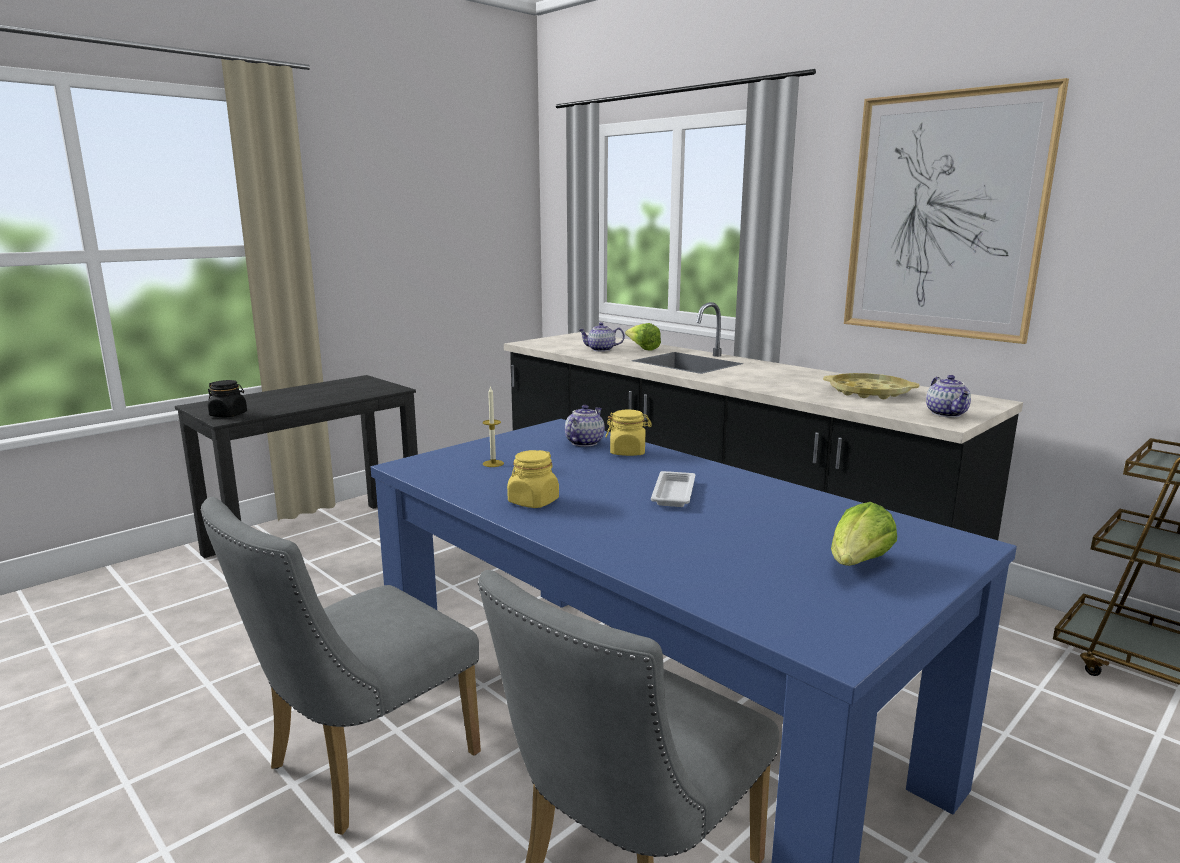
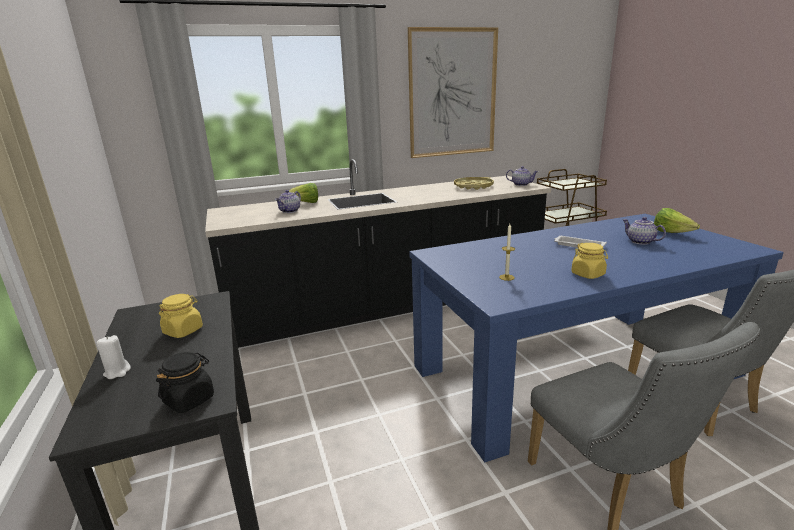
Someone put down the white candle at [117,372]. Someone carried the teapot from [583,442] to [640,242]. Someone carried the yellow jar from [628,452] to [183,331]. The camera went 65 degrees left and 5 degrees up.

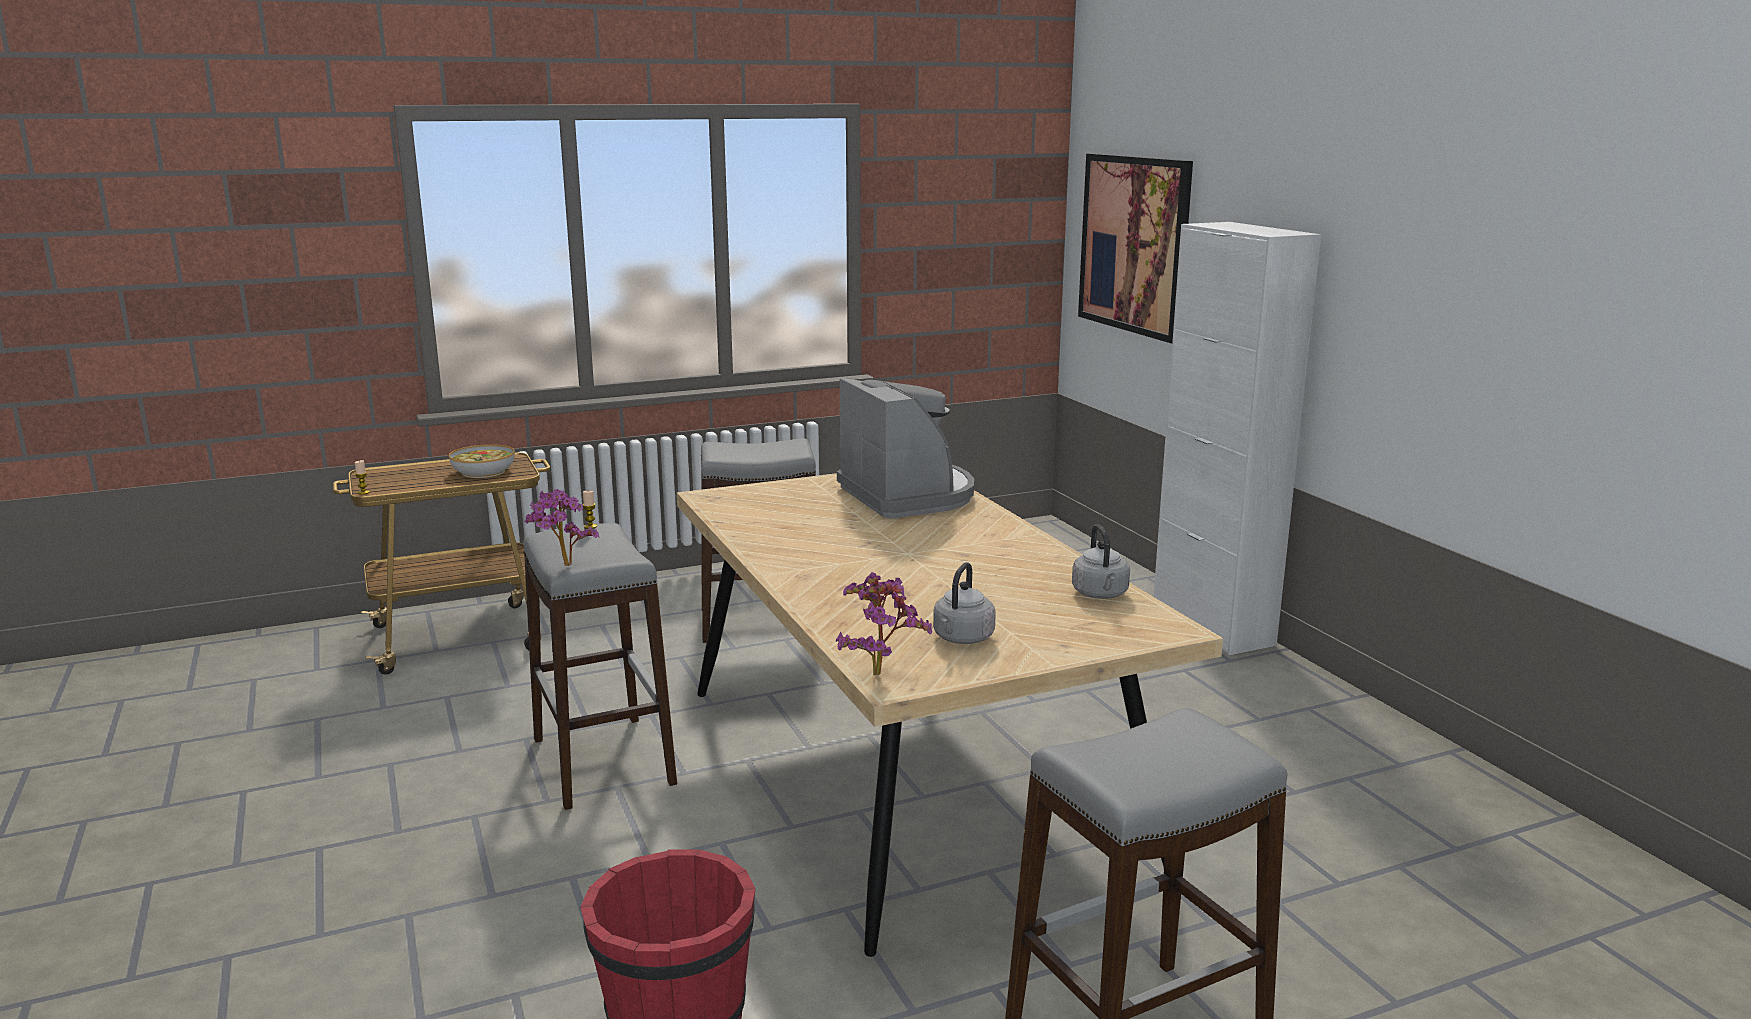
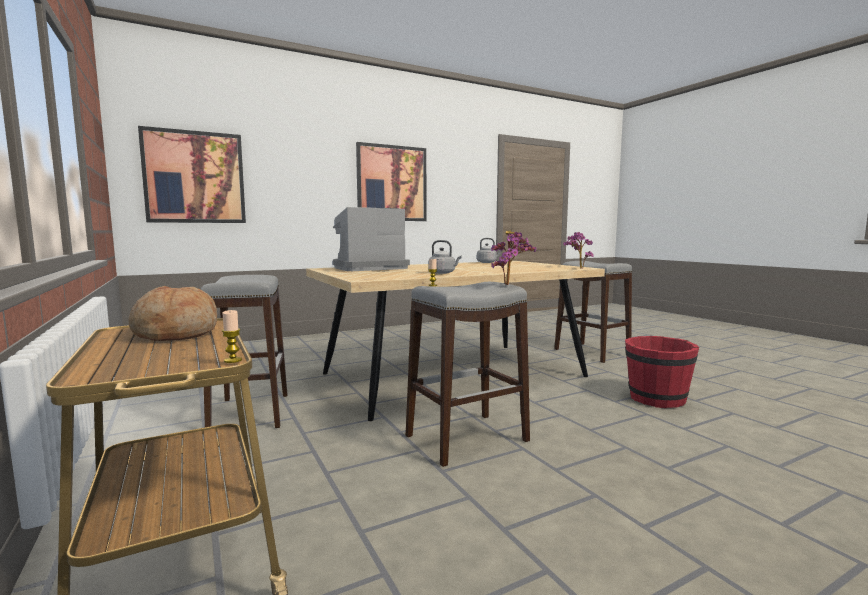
Someone took away the white cabinet at [1212,626]. Someone put up the picture at [392,183]. Someone carried the grey kettle from [962,639] to [443,273]. Someone swapped the bowl at [484,471] for the bread at [175,333]. The camera went 95 degrees left and 10 degrees down.

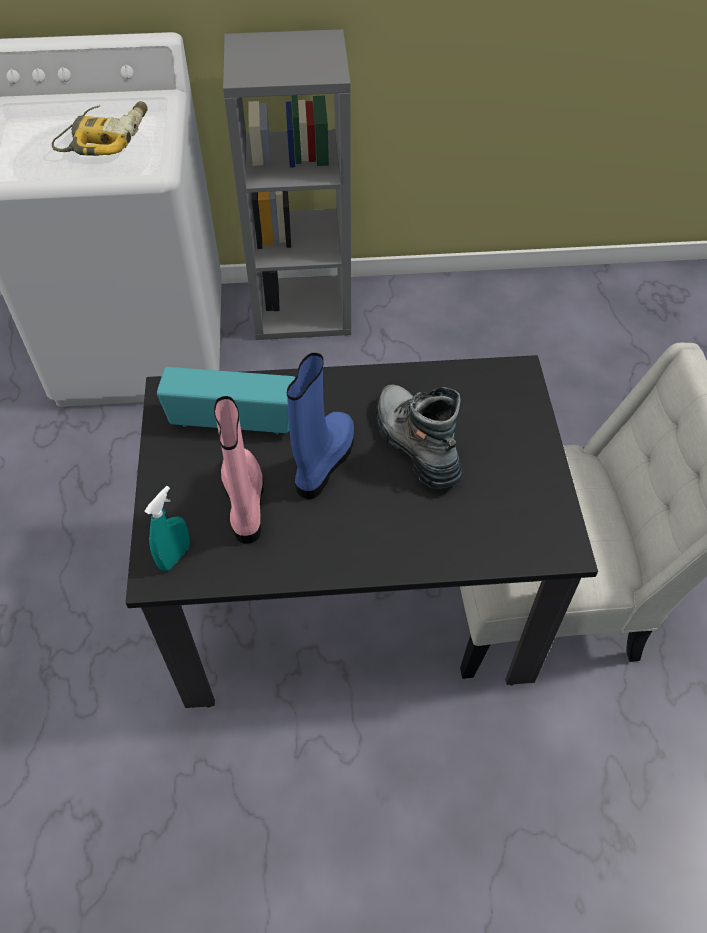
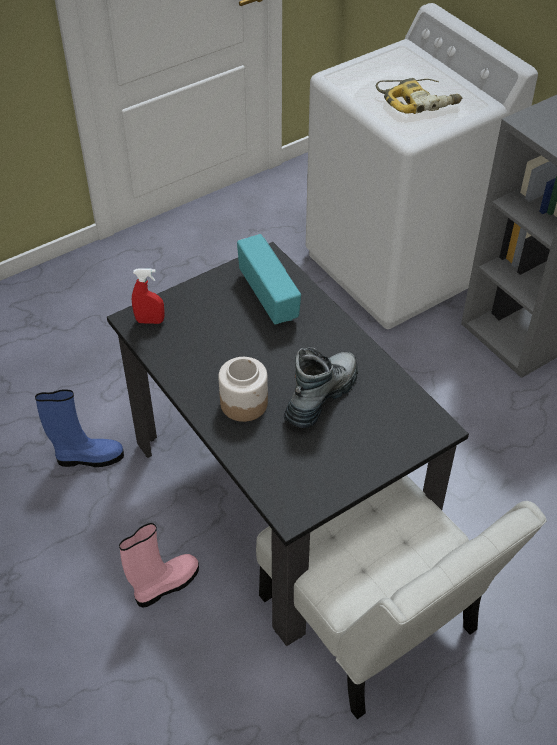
Someone put down the jar at [244,403]. Someone carried the pink boot from [244,502] to [165,585]. Someone carried the blue boot from [323,462] to [88,458]. Someone repainted the turquoise spray bottle at [175,556], which became the red spray bottle at [150,321]. The camera went 60 degrees right and 5 degrees down.

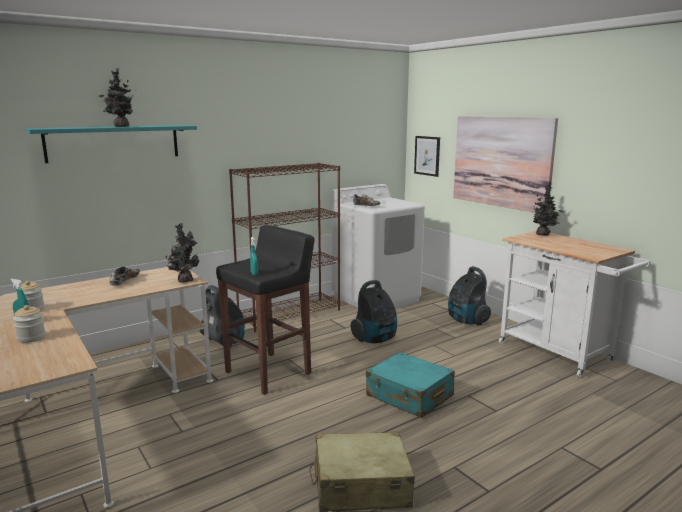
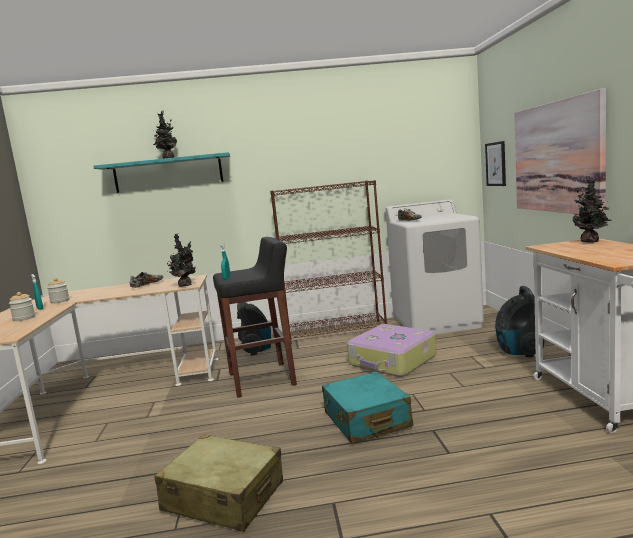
Someone swapped the vacuum cleaner at [375,339] for the suitcase at [392,361]. The camera went 30 degrees right and 5 degrees down.

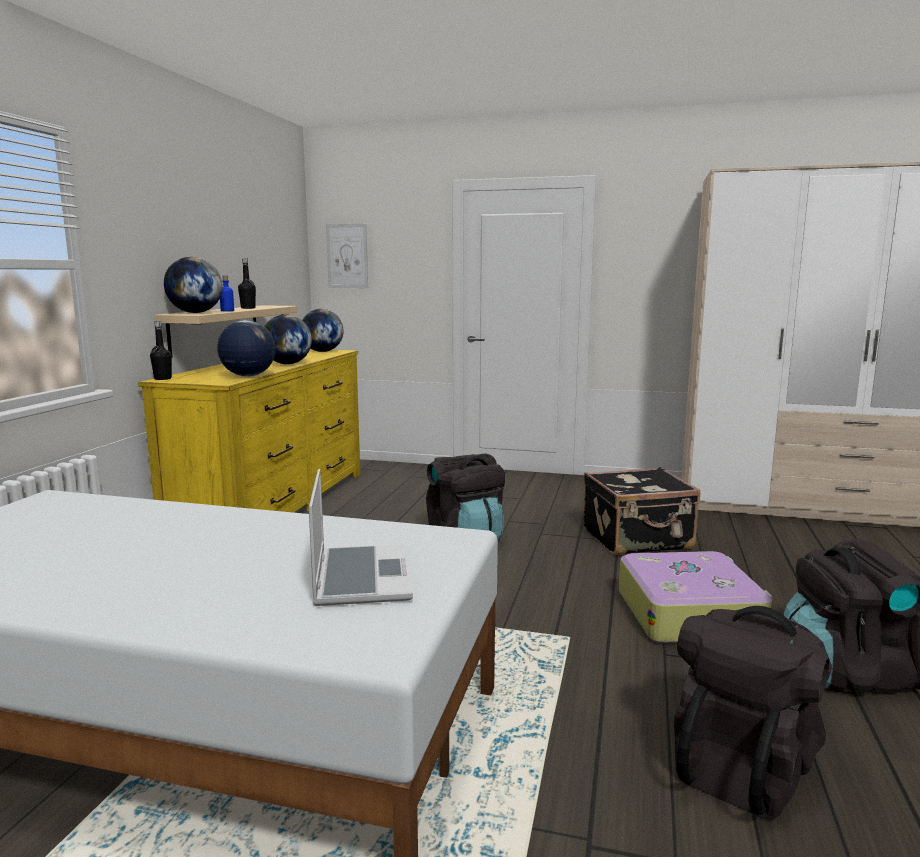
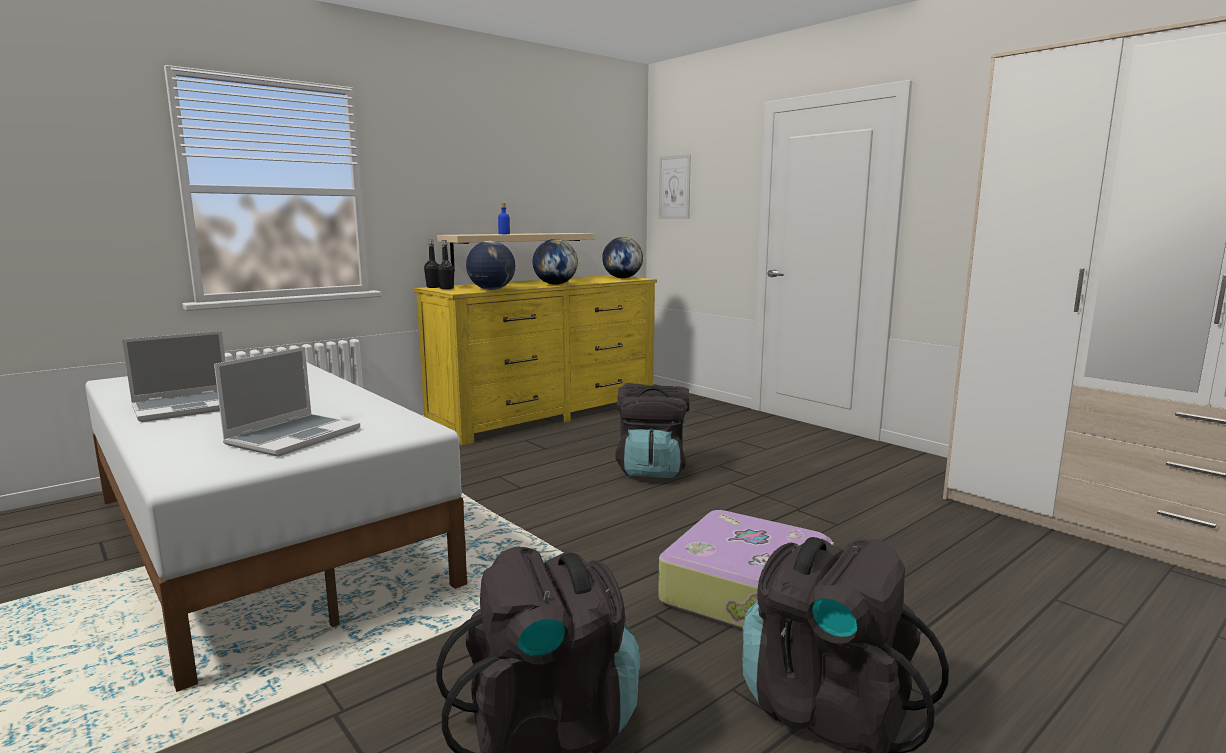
Someone took away the globe at [195,312]. Someone took away the black suitcase at [638,540]. Someone put down the laptop at [188,407]. Someone carried the black bottle from [248,308] to [446,288]. The camera went 35 degrees right and 0 degrees up.

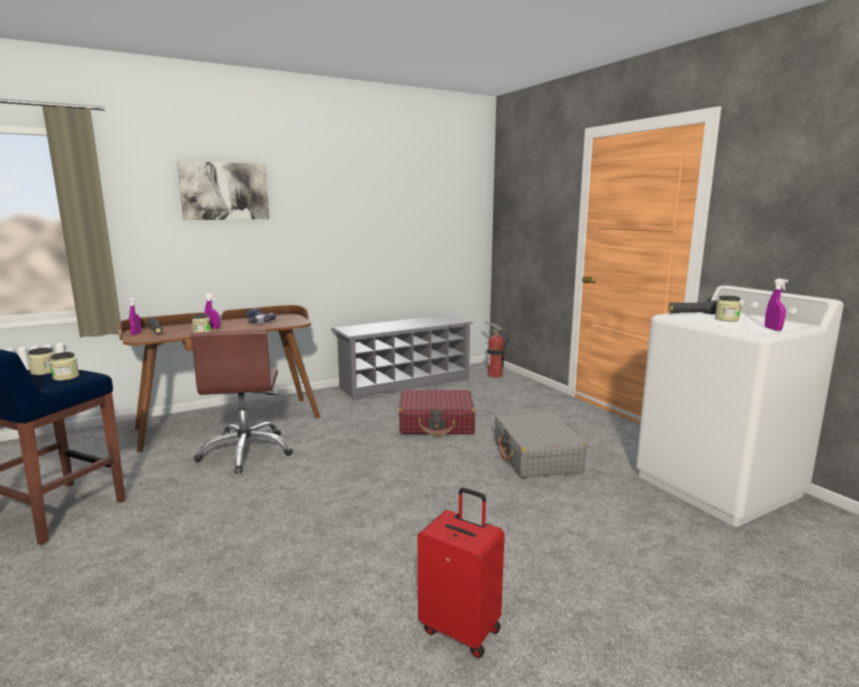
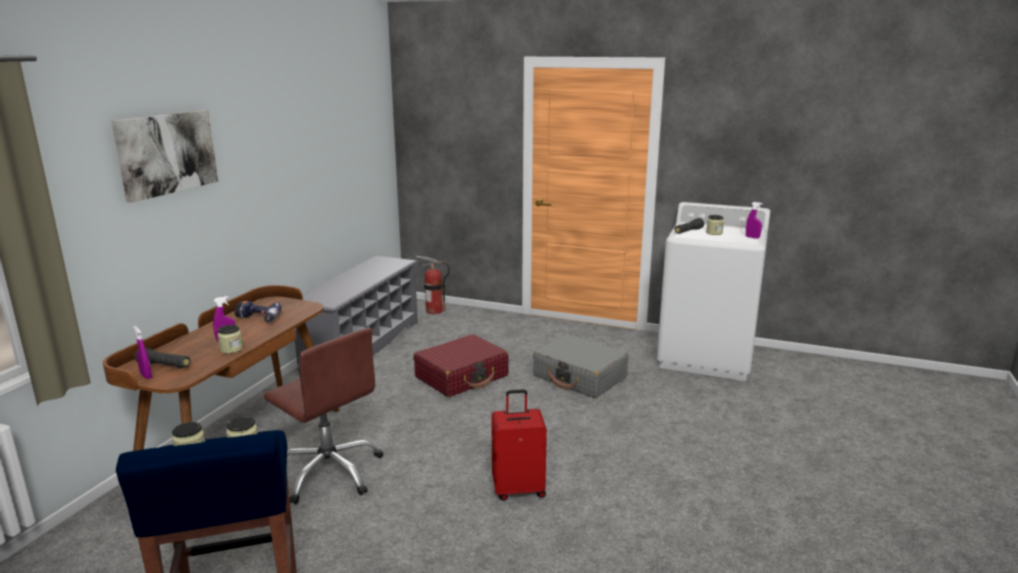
Someone carried the red suitcase from [461,629] to [518,489]. The camera went 40 degrees left and 5 degrees up.

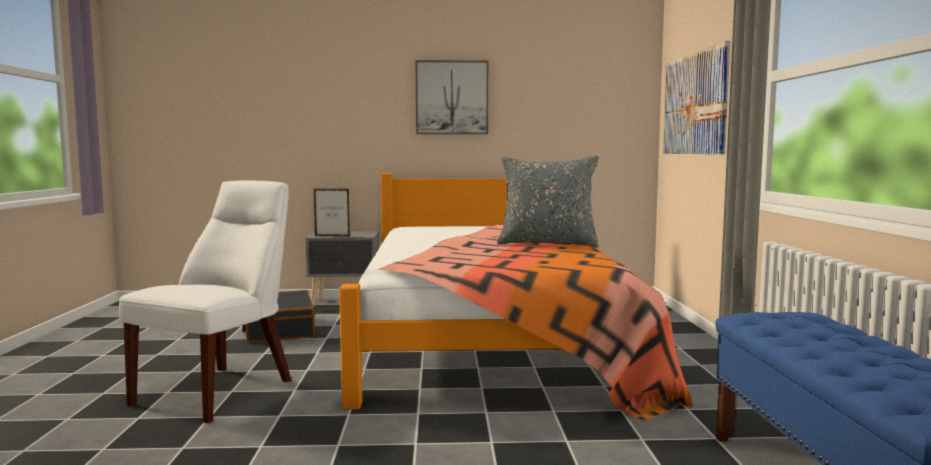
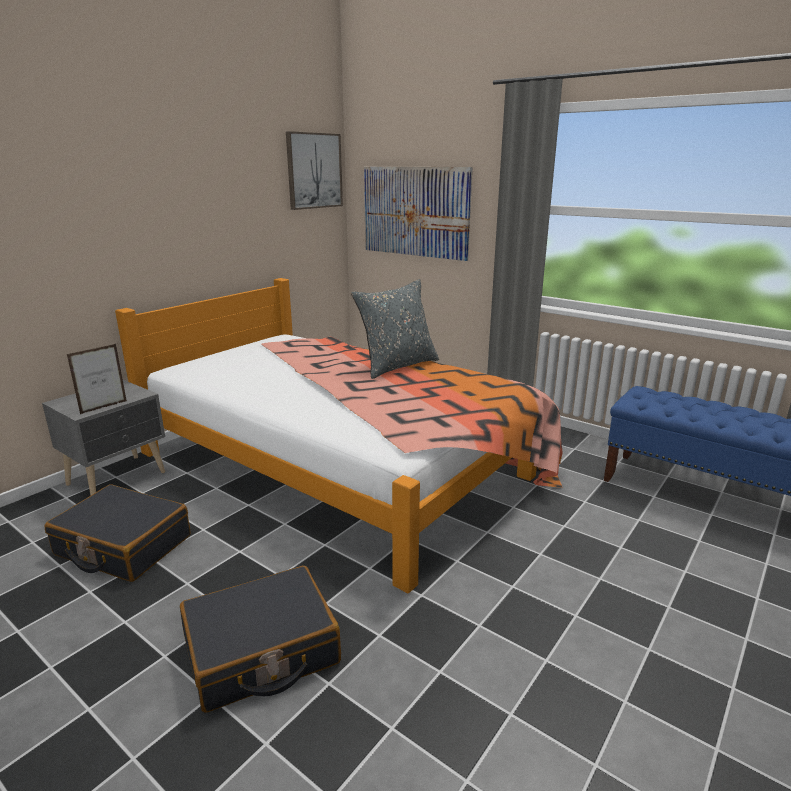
Someone carried the picture from [452,97] to [314,171]. Someone swapped the white chair at [220,390] for the black suitcase at [262,651]. The camera went 50 degrees left and 15 degrees up.

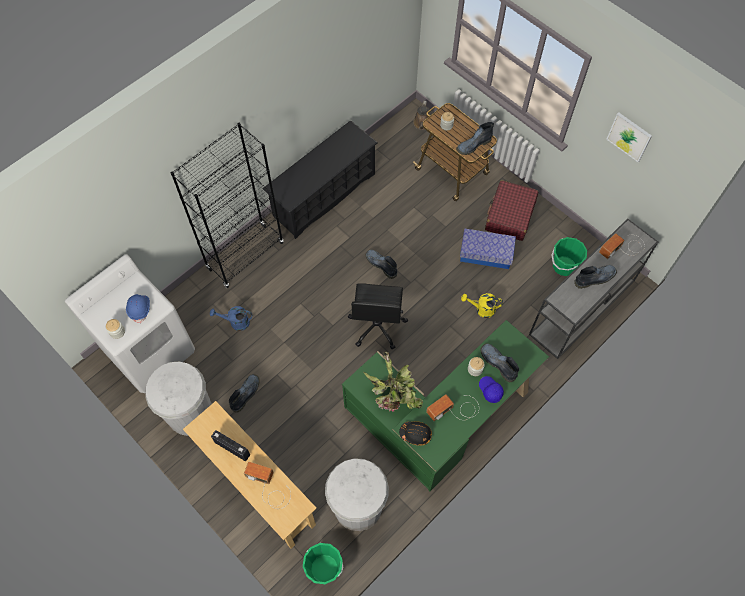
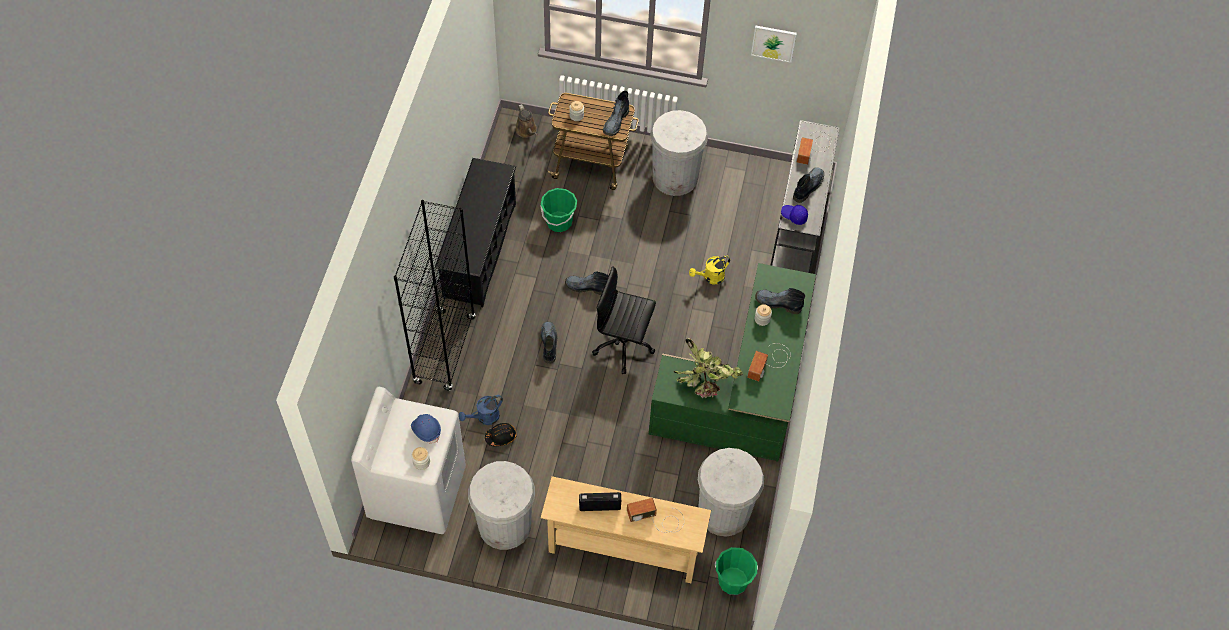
Someone took away the storage box at [486,254]. Someone carried the boot from [245,393] to [548,343]. Someone carried the black hard hat from [416,434] to [501,436]. Someone carried the blue cap from [490,390] to [794,216]. Someone carried the green bucket from [563,266] to [559,222]. Someone swapped the red suitcase at [509,215] for the white trash can at [675,177]. Someone rotated the black office chair at [377,325] by 135 degrees clockwise. The camera went 35 degrees left and 5 degrees down.

